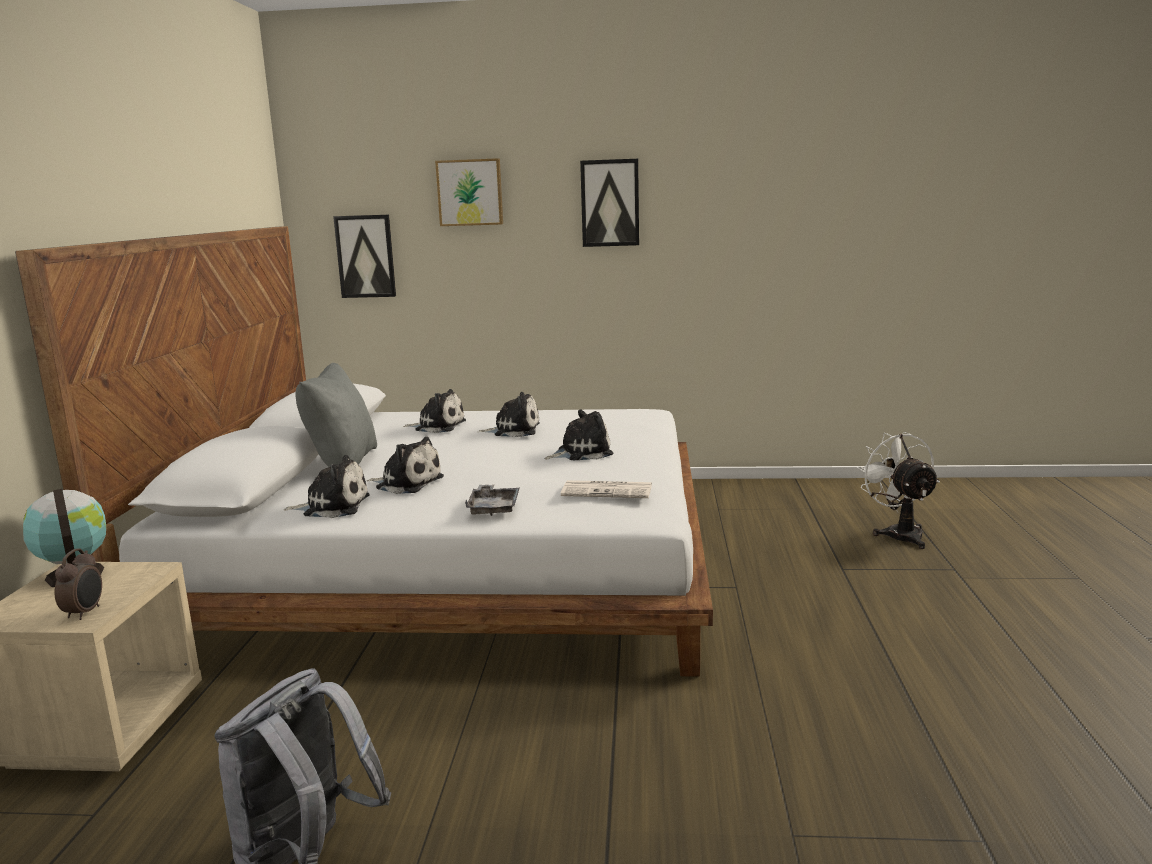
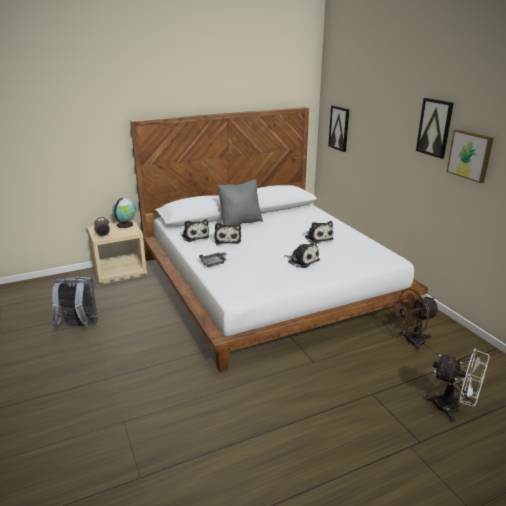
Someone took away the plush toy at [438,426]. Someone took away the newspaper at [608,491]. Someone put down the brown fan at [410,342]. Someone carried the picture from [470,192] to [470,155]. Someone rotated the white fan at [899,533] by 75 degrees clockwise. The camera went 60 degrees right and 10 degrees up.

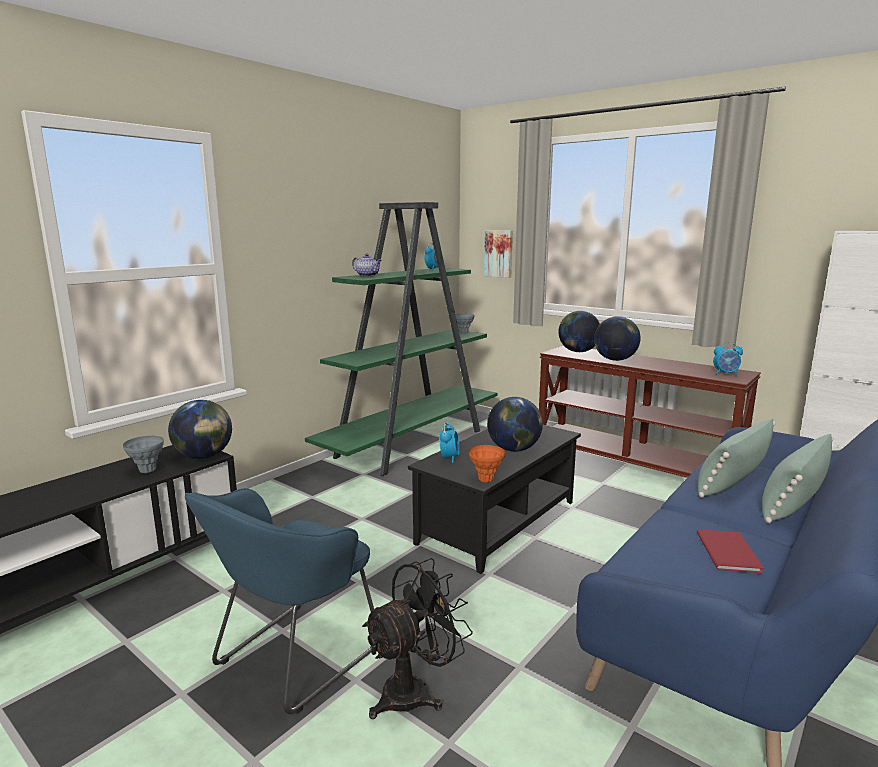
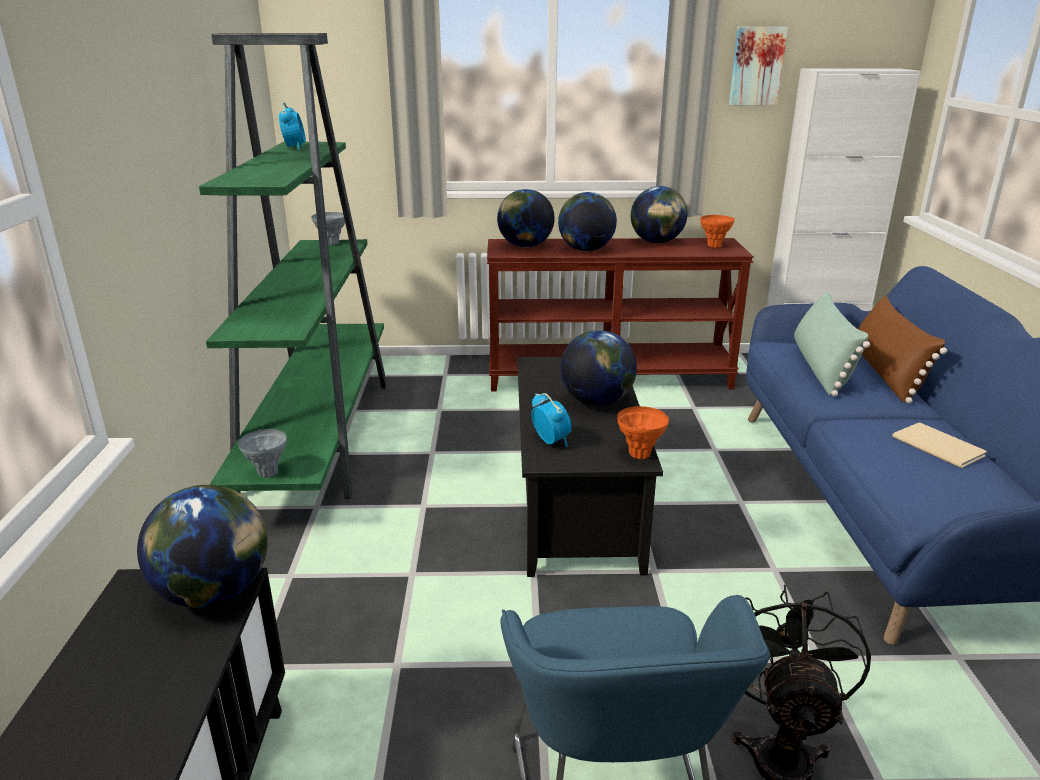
Someone took away the teapot at [367,276]. Someone put down the globe at [657,242]. Someone carried the grey vase from [147,470] to [268,473]. Someone carried the picture from [499,253] to [756,66]. Someone swapped the alarm clock at [726,374] for the orange vase at [714,246]. Someone repainted the red book at [729,551], which became the beige book at [937,445]. Someone repainted the green pillow at [792,501], which became the brown pillow at [885,373]. The camera went 40 degrees left and 10 degrees up.

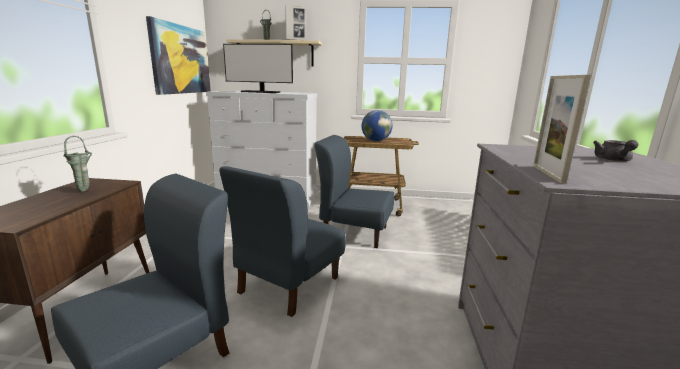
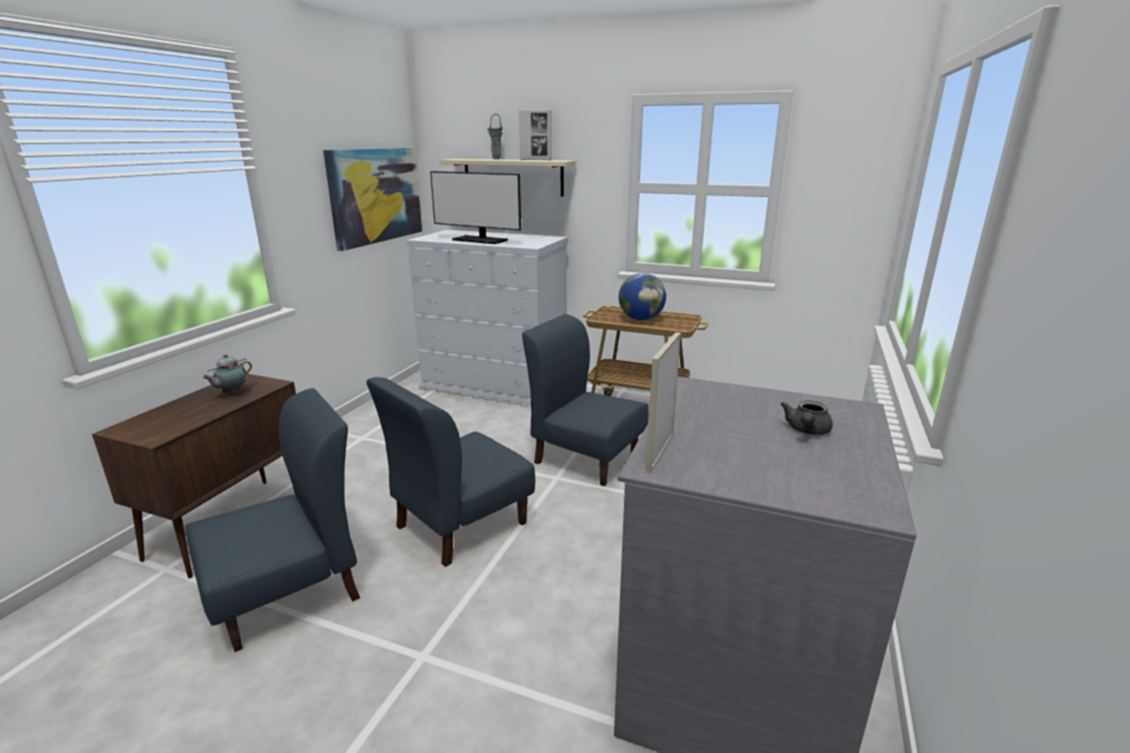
Someone swapped the green vase at [85,190] for the teapot at [232,393]. The camera went 15 degrees right and 5 degrees up.

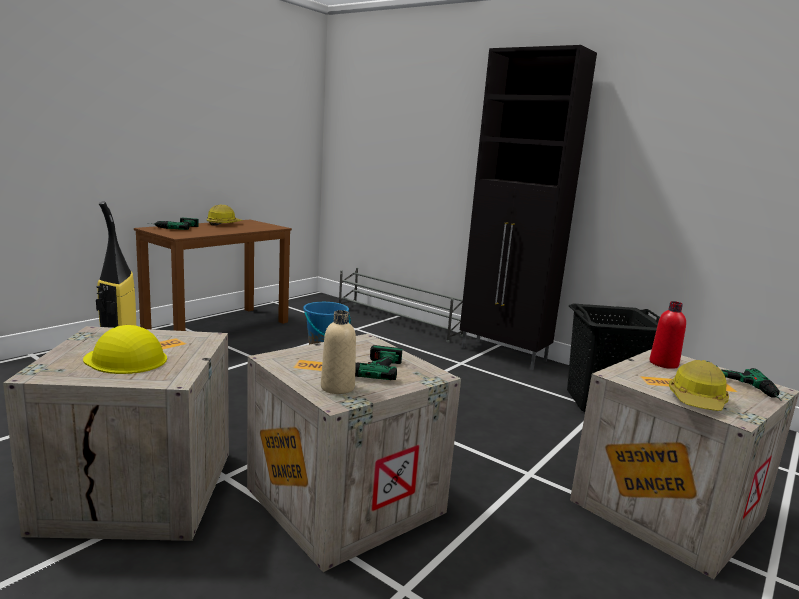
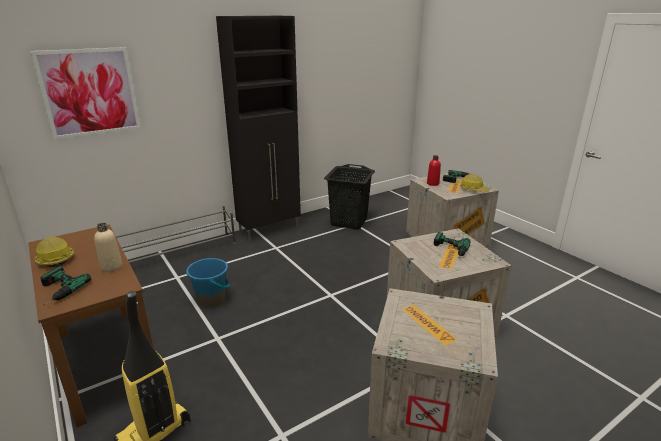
Someone took away the yellow hard hat at [126,359]. Someone put up the picture at [90,92]. Someone carried the beige bottle from [337,387] to [111,267]. The camera went 70 degrees left and 10 degrees up.

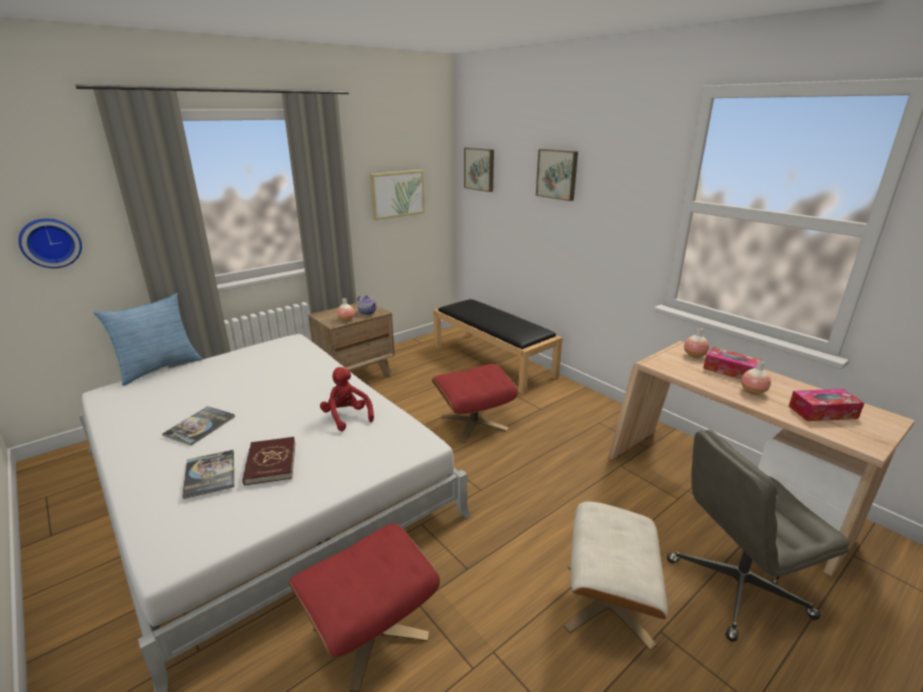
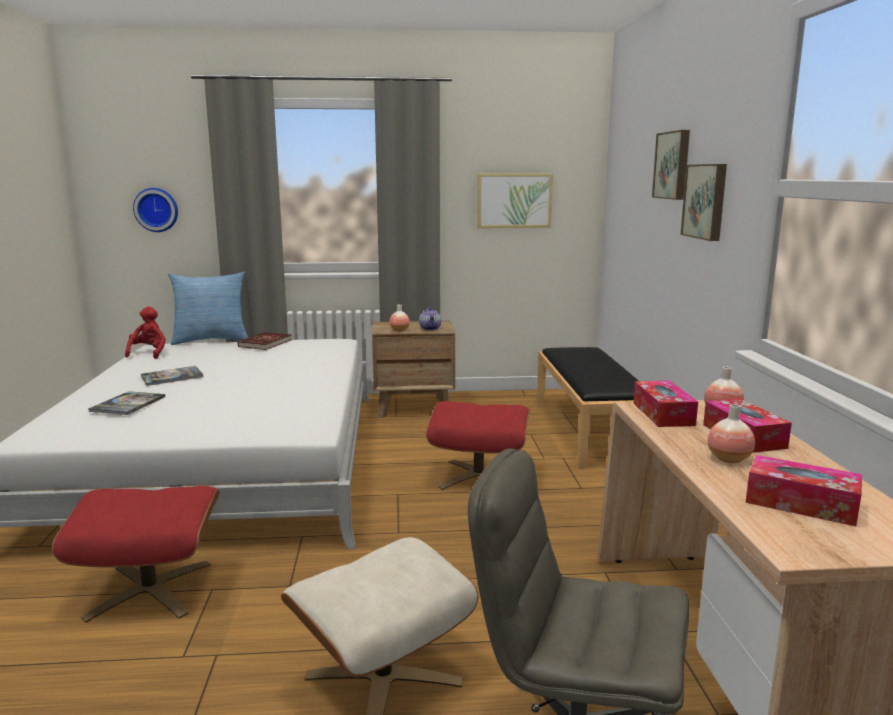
Someone put down the tissue box at [663,414]. Someone carried the red book from [270,463] to [265,343]. Someone carried the red plush toy from [347,417] to [149,353]. Someone carried the picture from [480,169] to [706,201]. The camera went 35 degrees right and 10 degrees down.

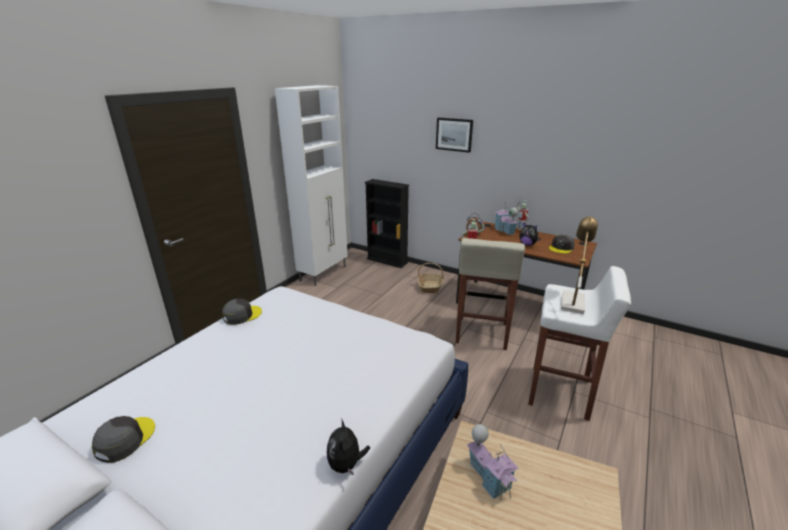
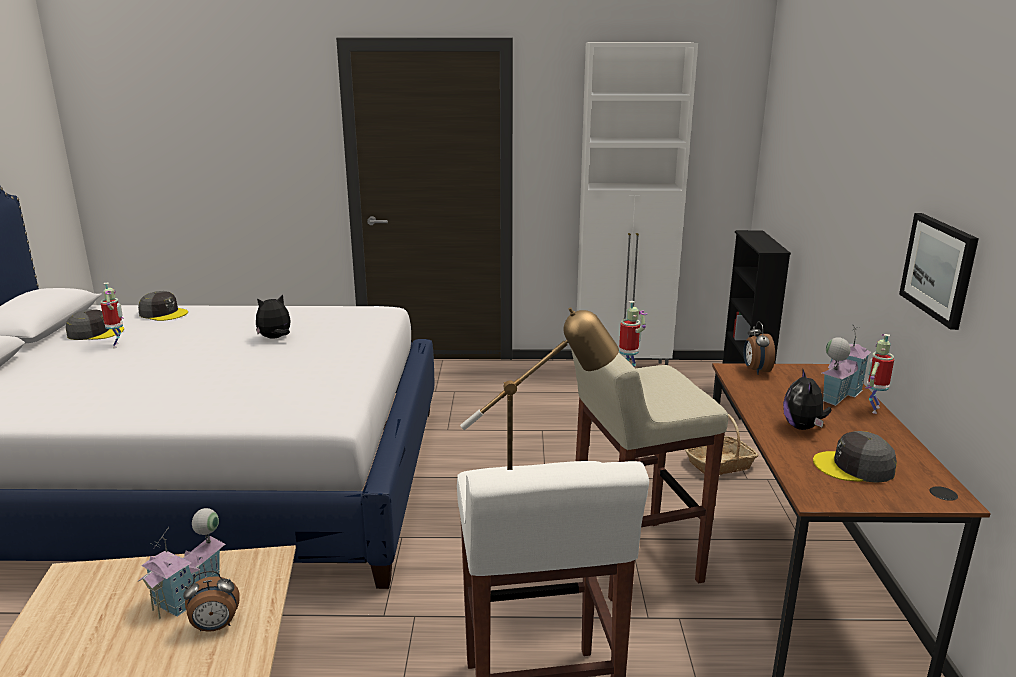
Someone put down the toy robot at [118,345]. Someone put down the alarm clock at [215,627]. Someone carried the grey cap from [242,315] to [163,313]. Someone carried the plush toy from [346,465] to [275,338]. Someone carried the picture from [454,134] to [939,268]. The camera went 60 degrees right and 5 degrees down.

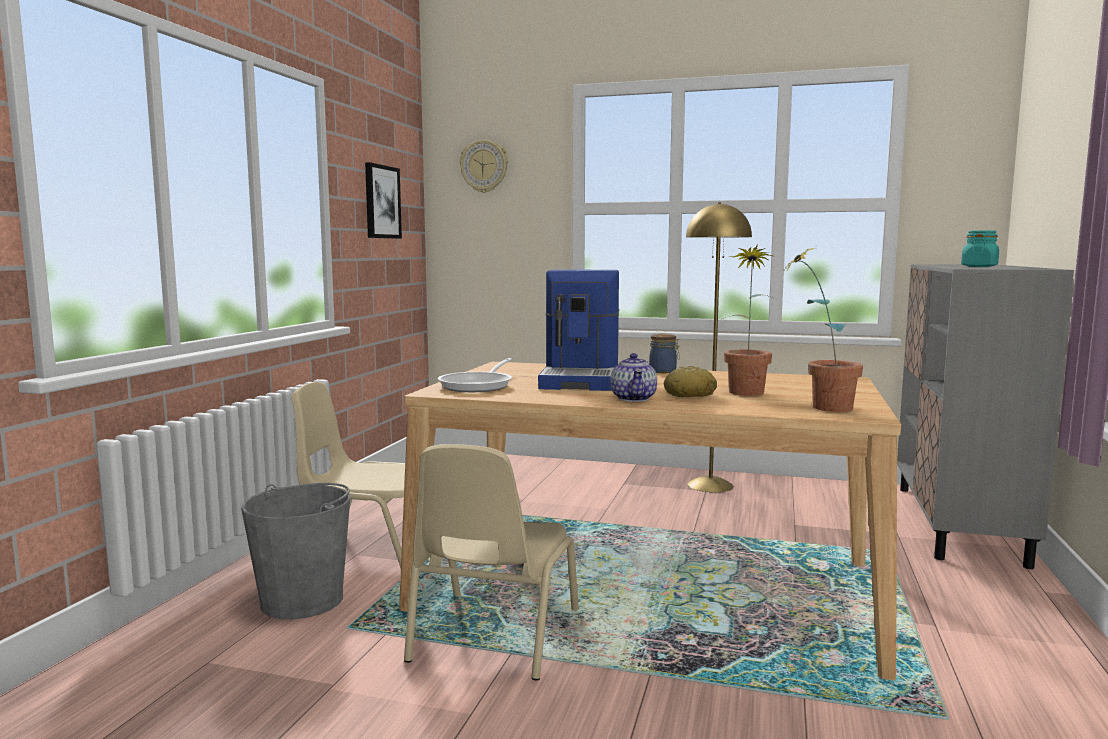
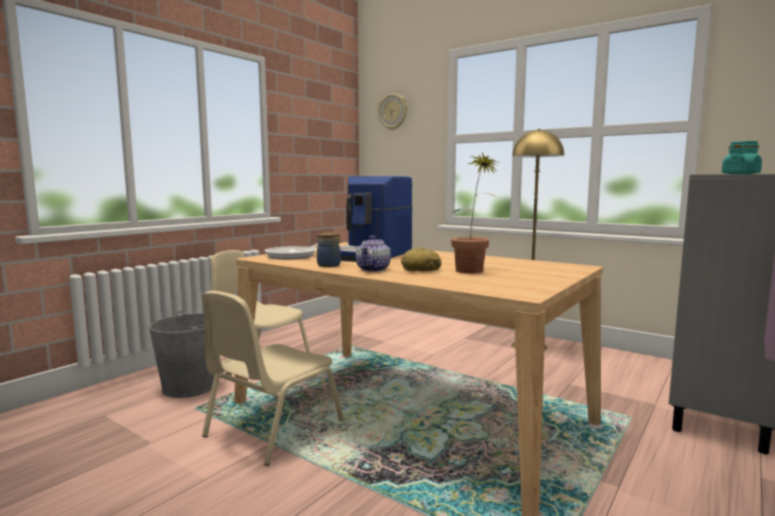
Someone took away the picture at [381,202]. Someone took away the potted plant at [819,407]. Someone carried the jar from [664,371] to [329,265]. The camera went 20 degrees right and 0 degrees up.

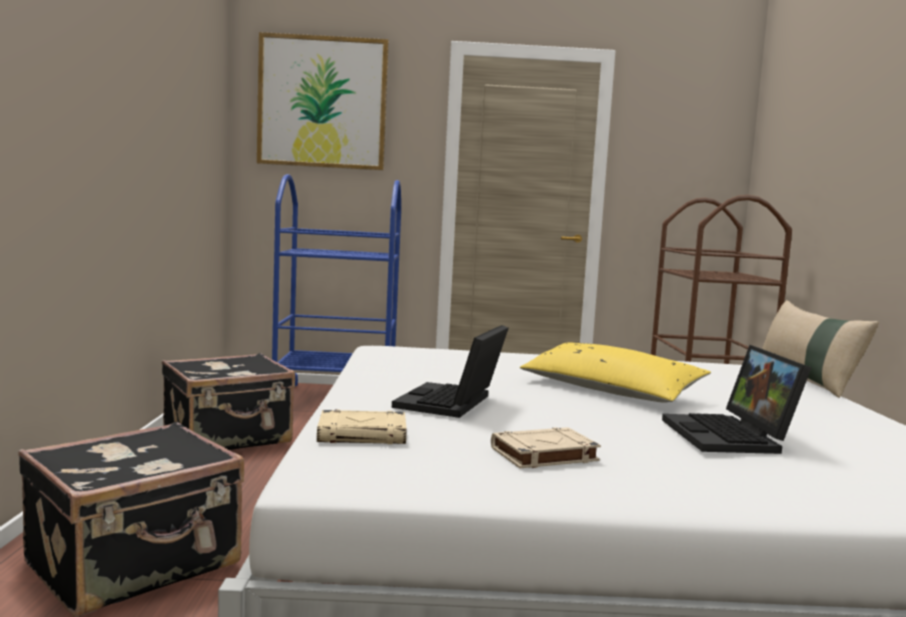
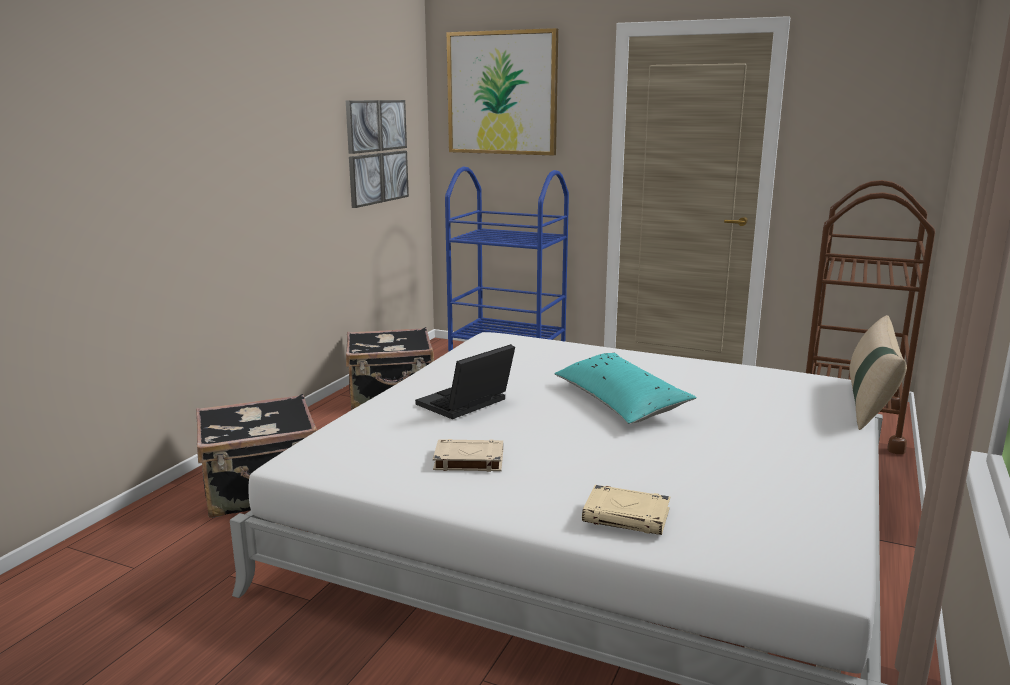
Someone took away the laptop at [731,437]. Someone put up the picture at [377,152]. Someone carried the beige book from [363,434] to [627,516]. Someone repainted the yellow pillow at [610,390], which became the turquoise pillow at [619,402]. The camera went 25 degrees right and 10 degrees up.

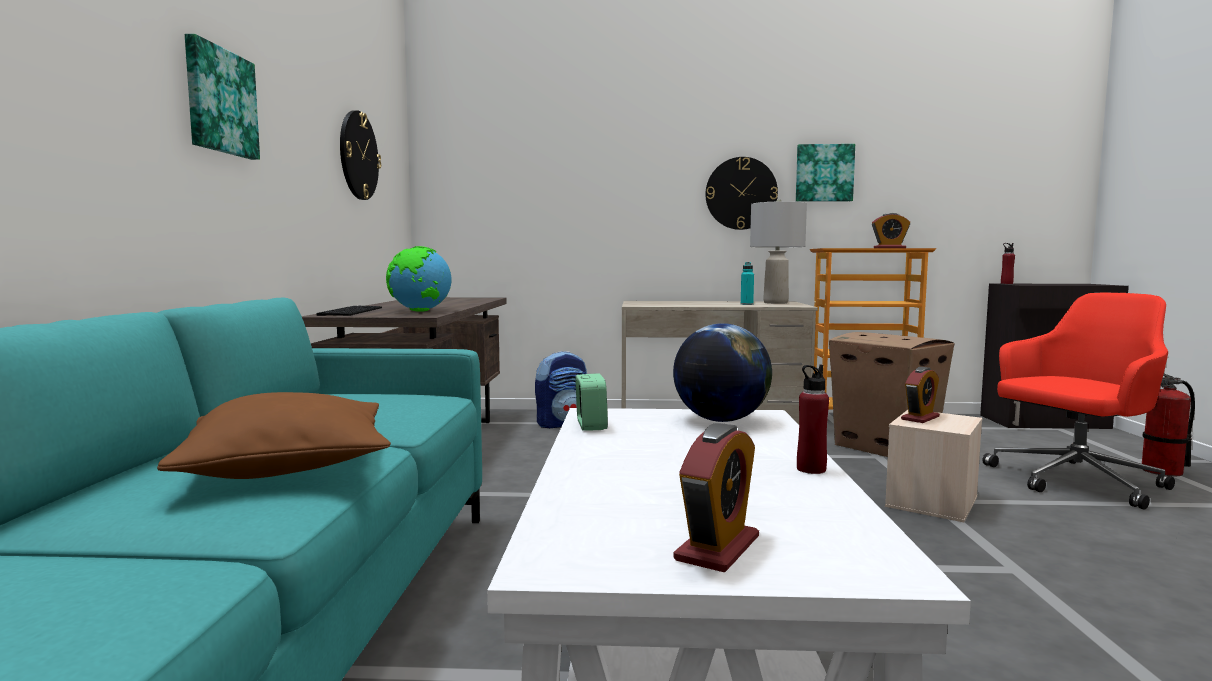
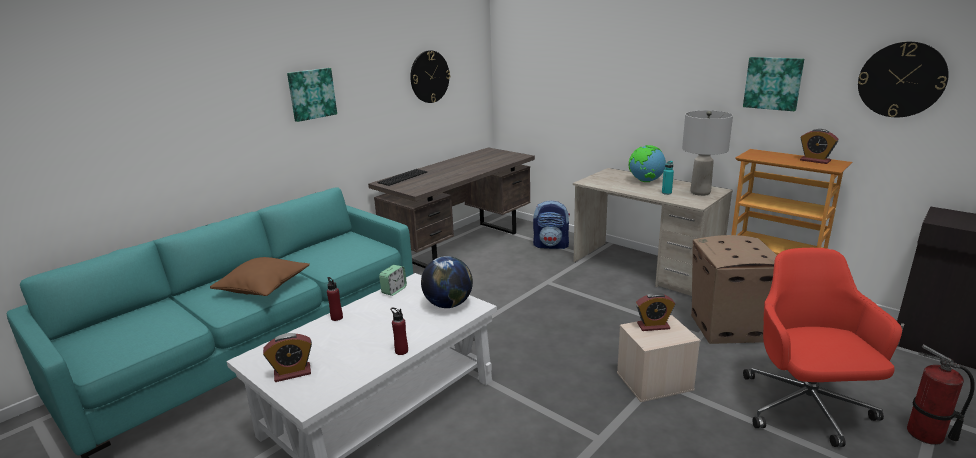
Someone carried the globe from [420,311] to [645,181]. Someone carried the wall clock from [741,193] to [901,80]. Someone carried the red bottle from [1006,283] to [337,317]. Someone rotated the red office chair at [1073,481] by 105 degrees counterclockwise. The camera went 40 degrees right and 15 degrees up.

